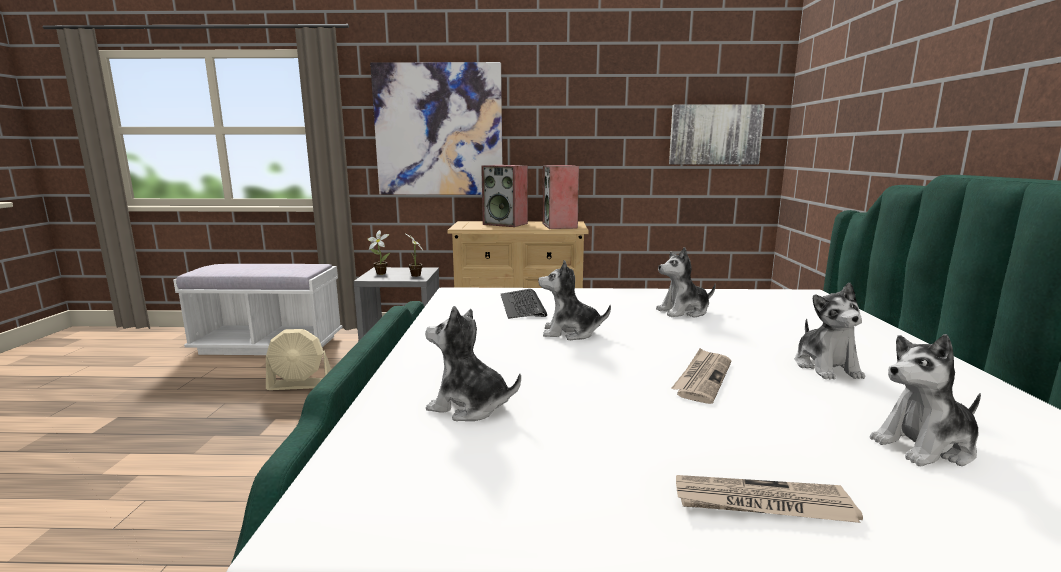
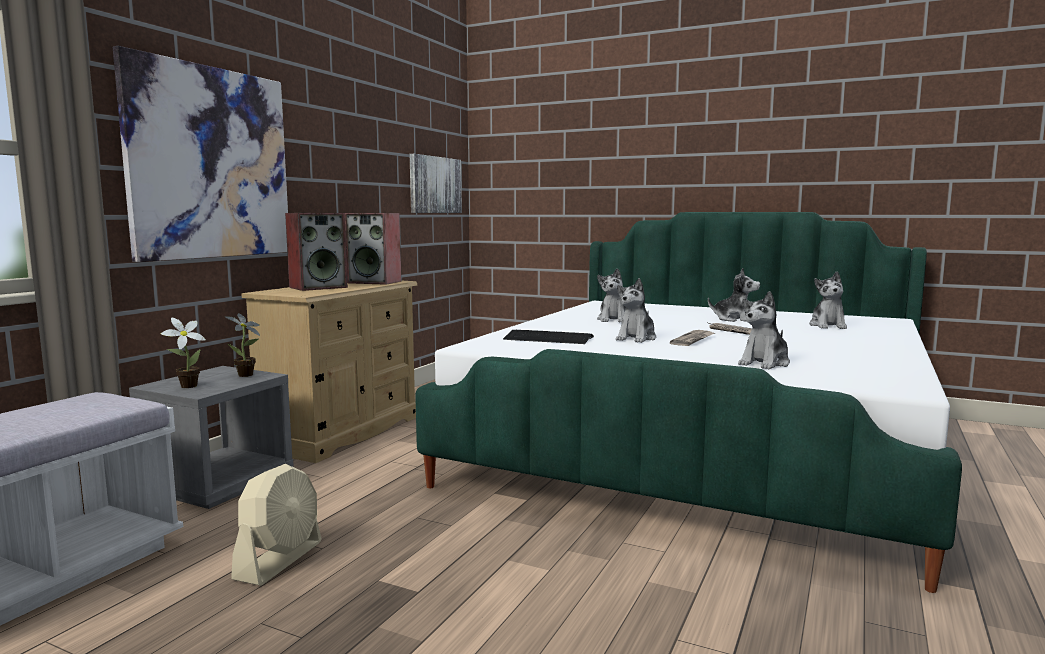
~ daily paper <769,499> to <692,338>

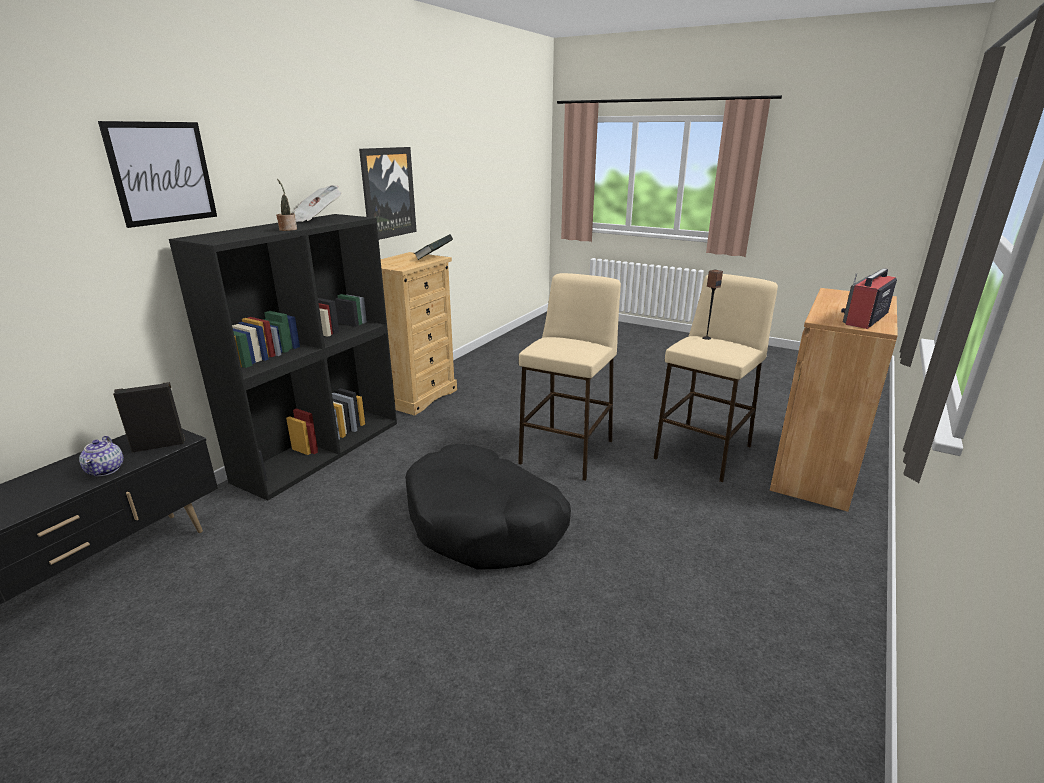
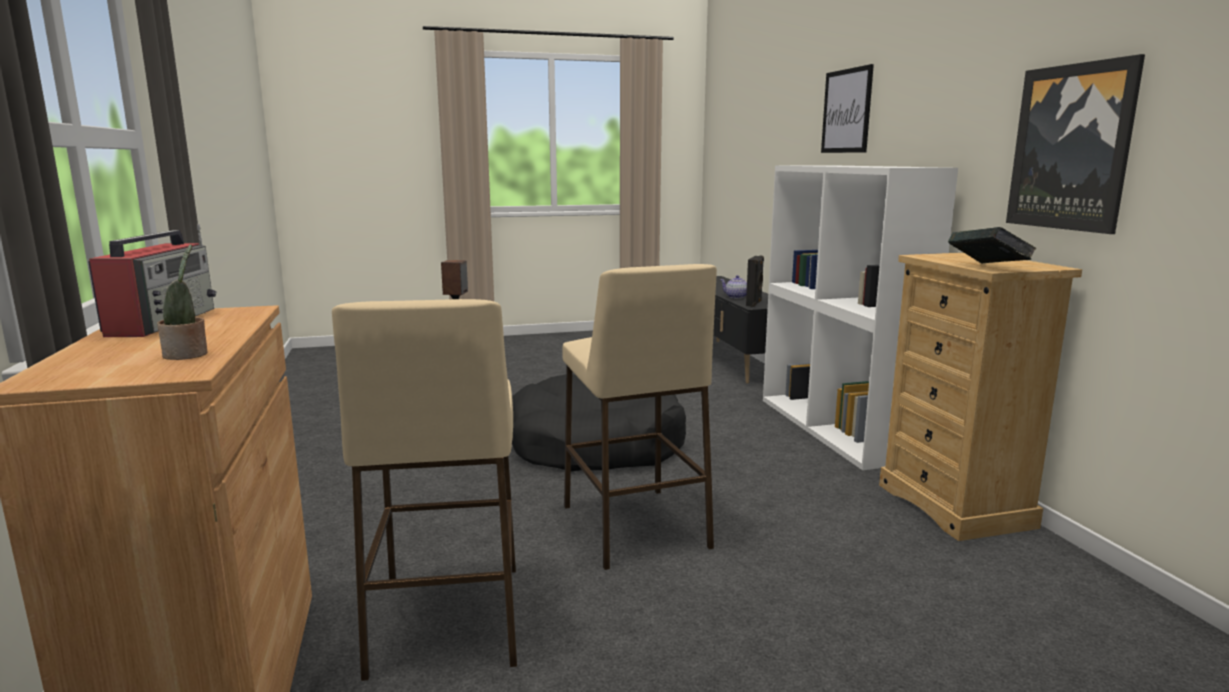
- daily paper <317,203>
~ potted plant <286,205> to <182,302>
~ black shelving unit <283,357> to white shelving unit <860,317>

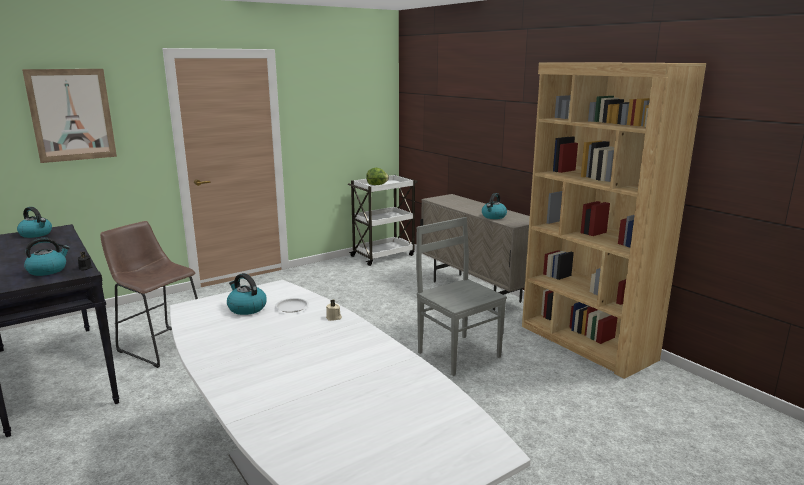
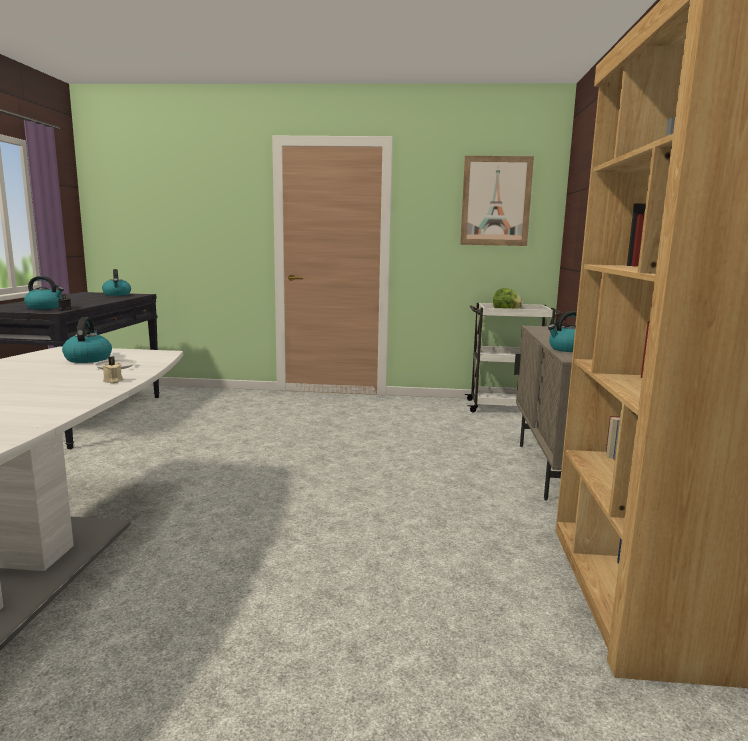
- brown-coloured sitting stool <149,294>
- greyish plain chair <461,296>
~ wall picture <69,116> to <497,201>

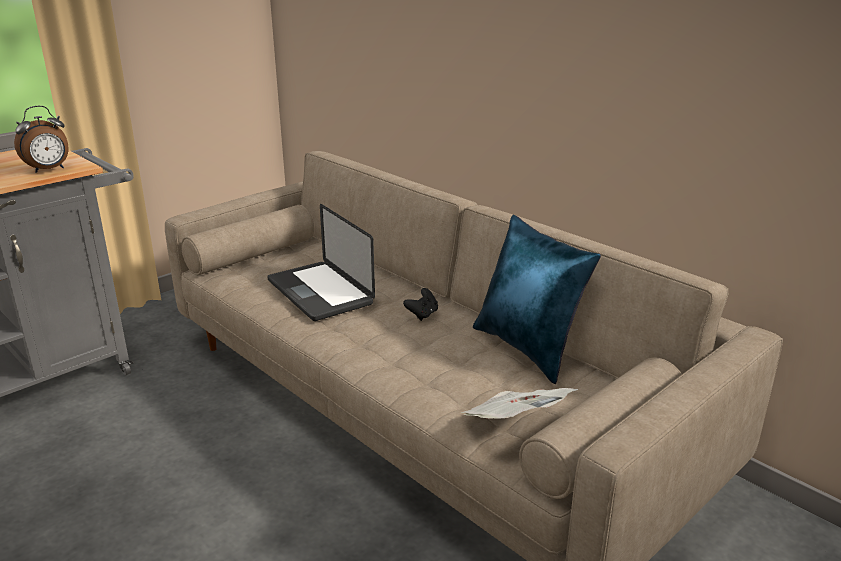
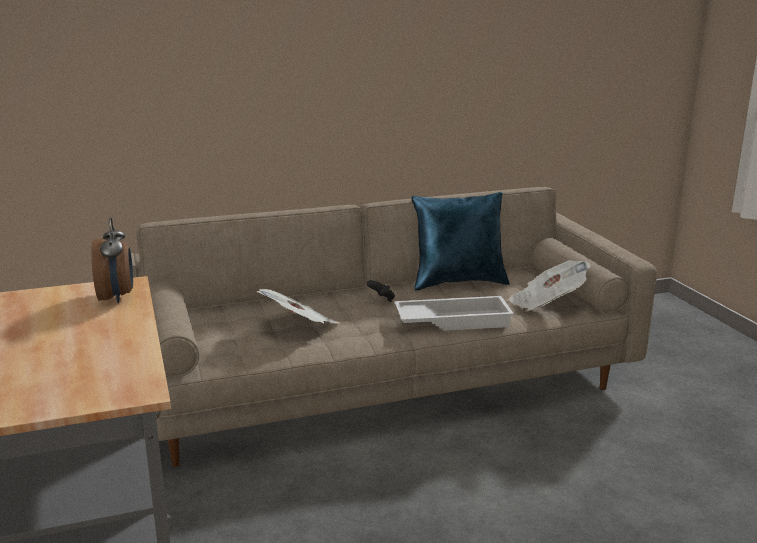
+ white carrying tray <454,313>
~ laptop <321,262> to daily paper <298,306>

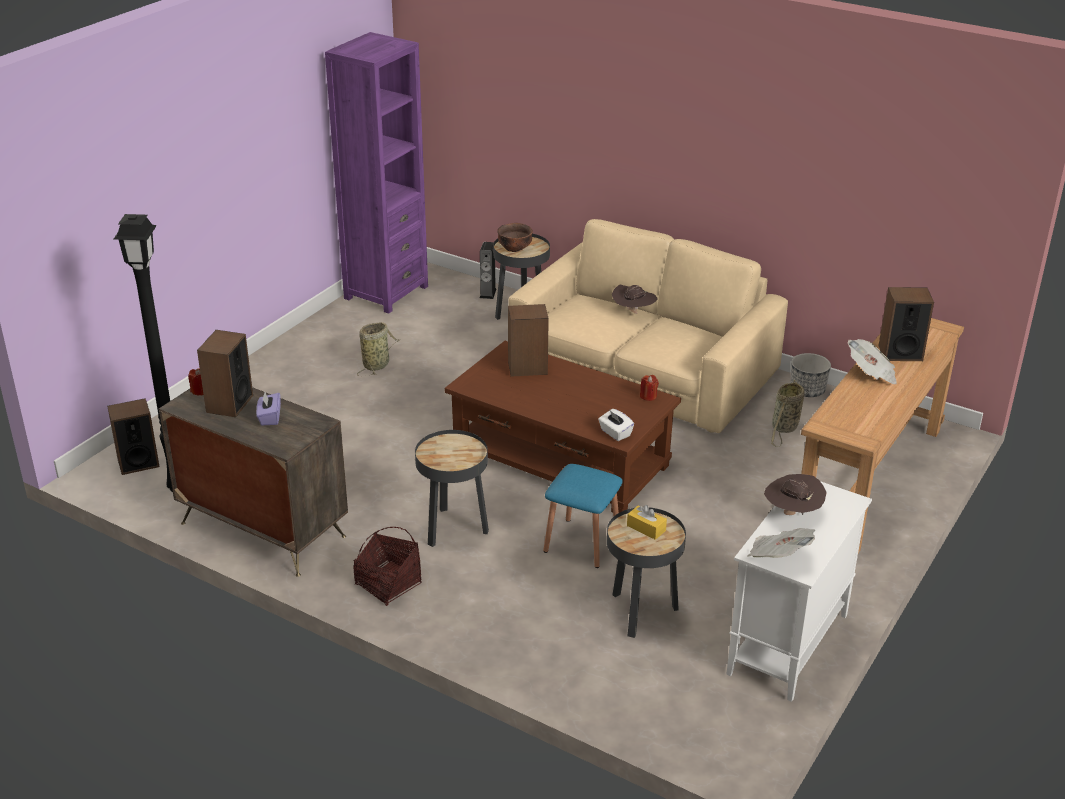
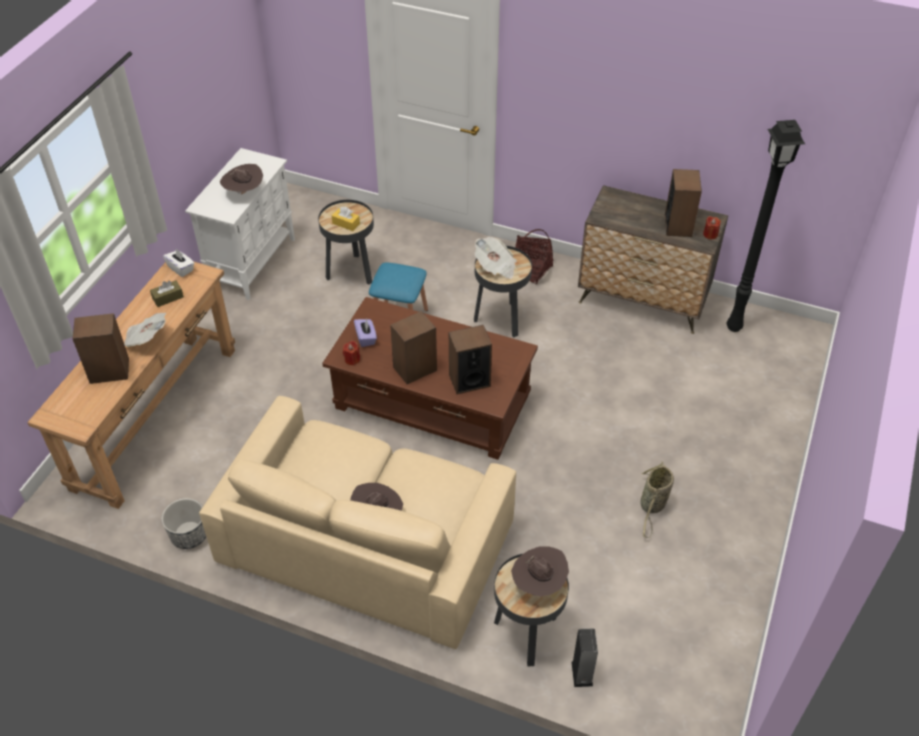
- purple-coloured shelving unit <376,173>
- basket <788,413>
+ brown-coloured tissue holder <167,293>
~ audio speaker <133,436> to <413,347>
~ purple-coloured tissue holder <268,408> to <365,333>
~ white tissue holder <616,425> to <178,263>
~ daily paper <781,543> to <496,258>
~ brown-coloured deep dish <515,237> to brown-coloured clothing hat <540,571>

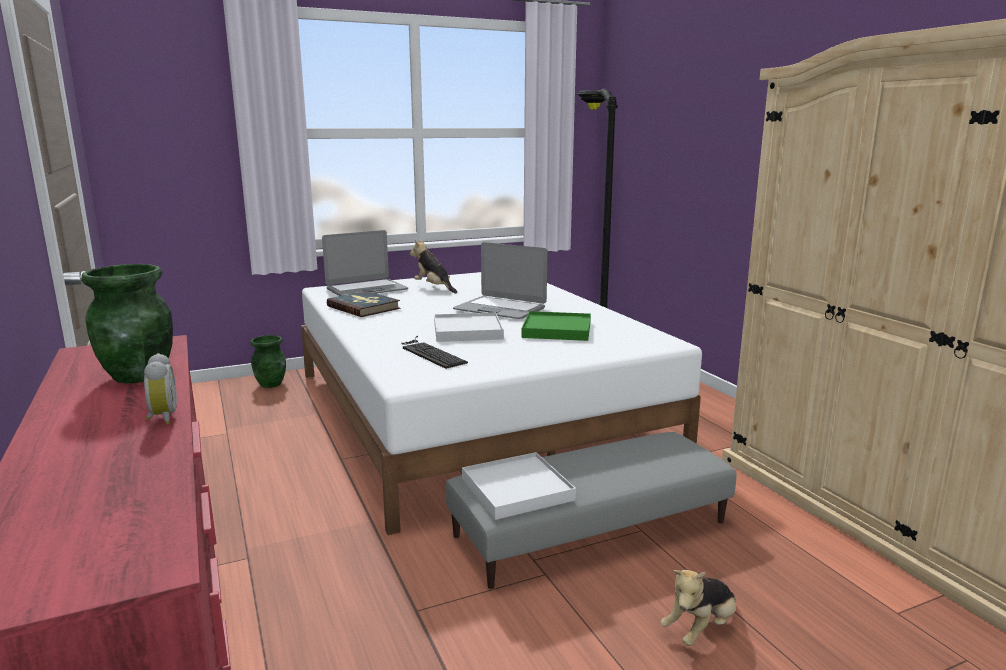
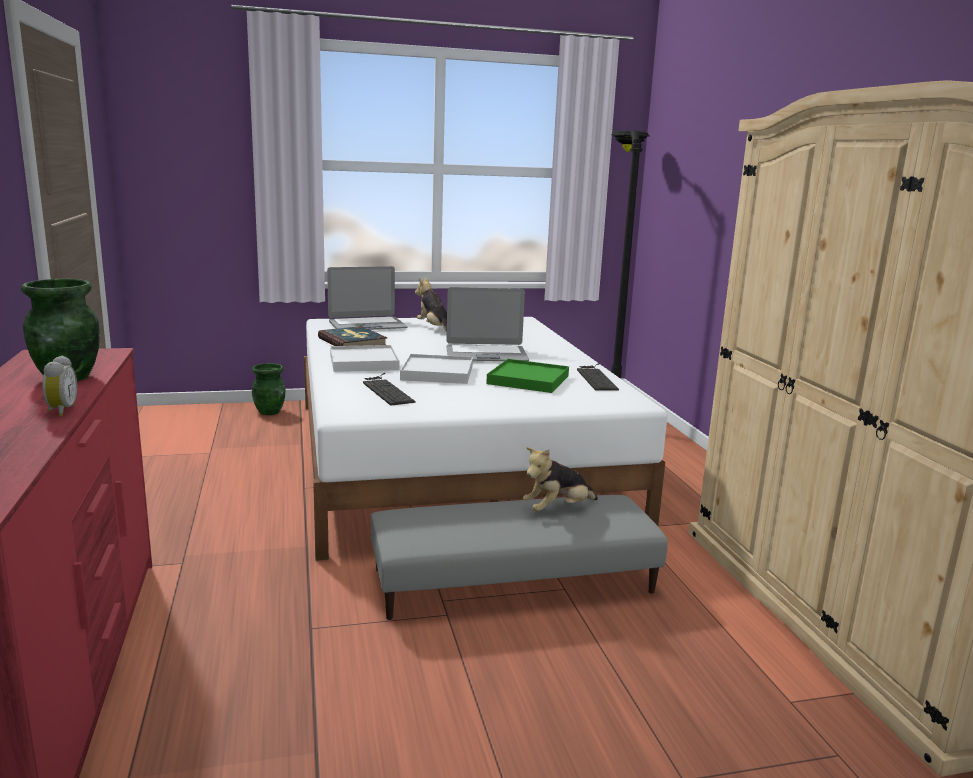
+ keyboard <598,377>
~ white carrying tray <519,486> to <364,358>
~ plush toy <698,608> to <560,479>
~ laptop <500,280> = <487,324> 45 degrees counterclockwise

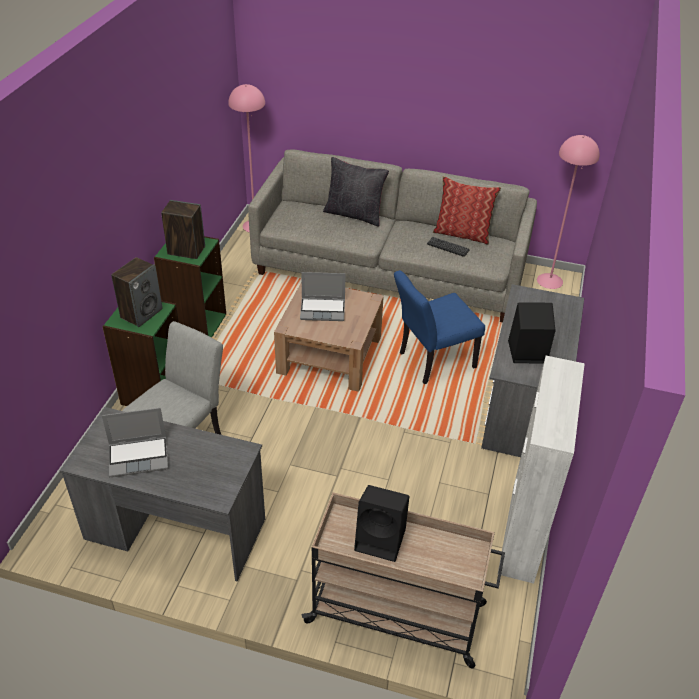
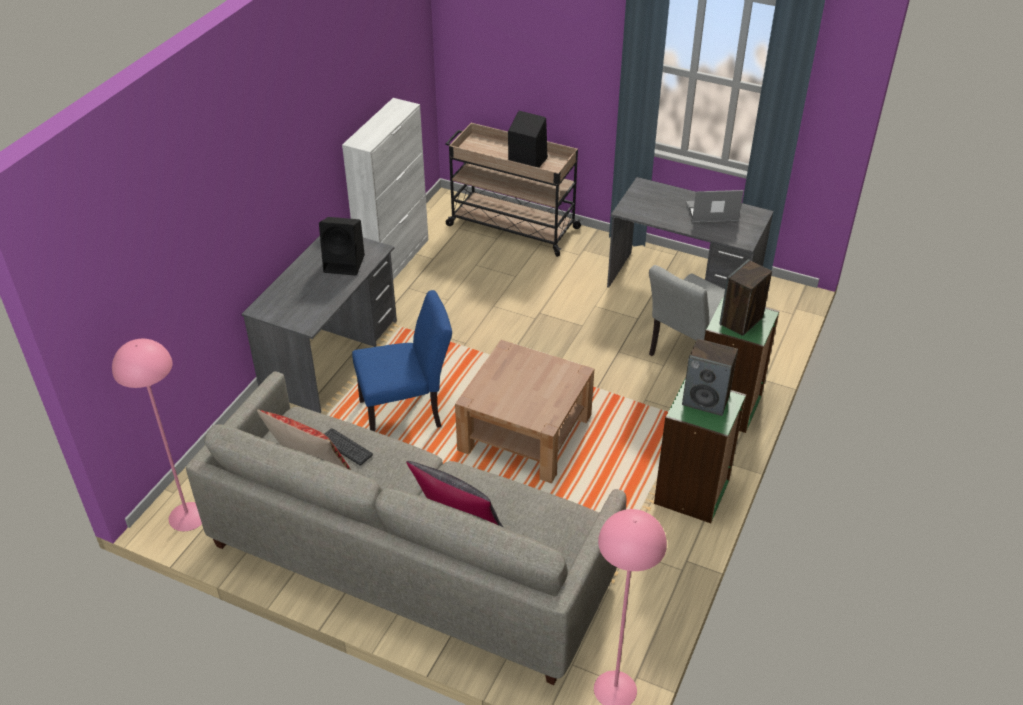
- laptop <323,296>

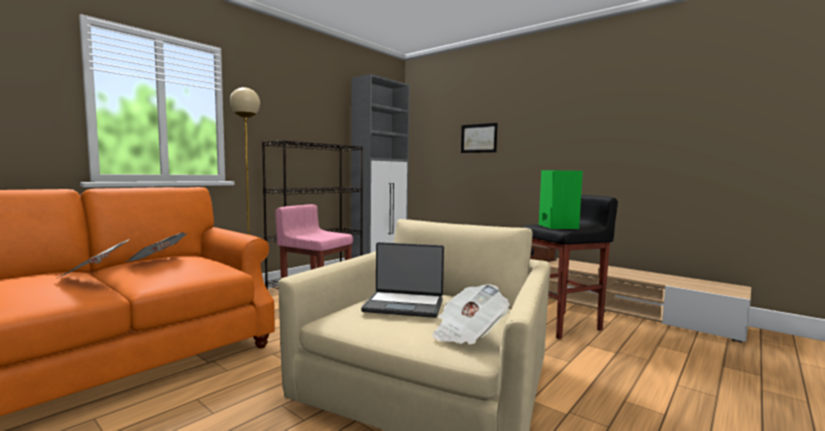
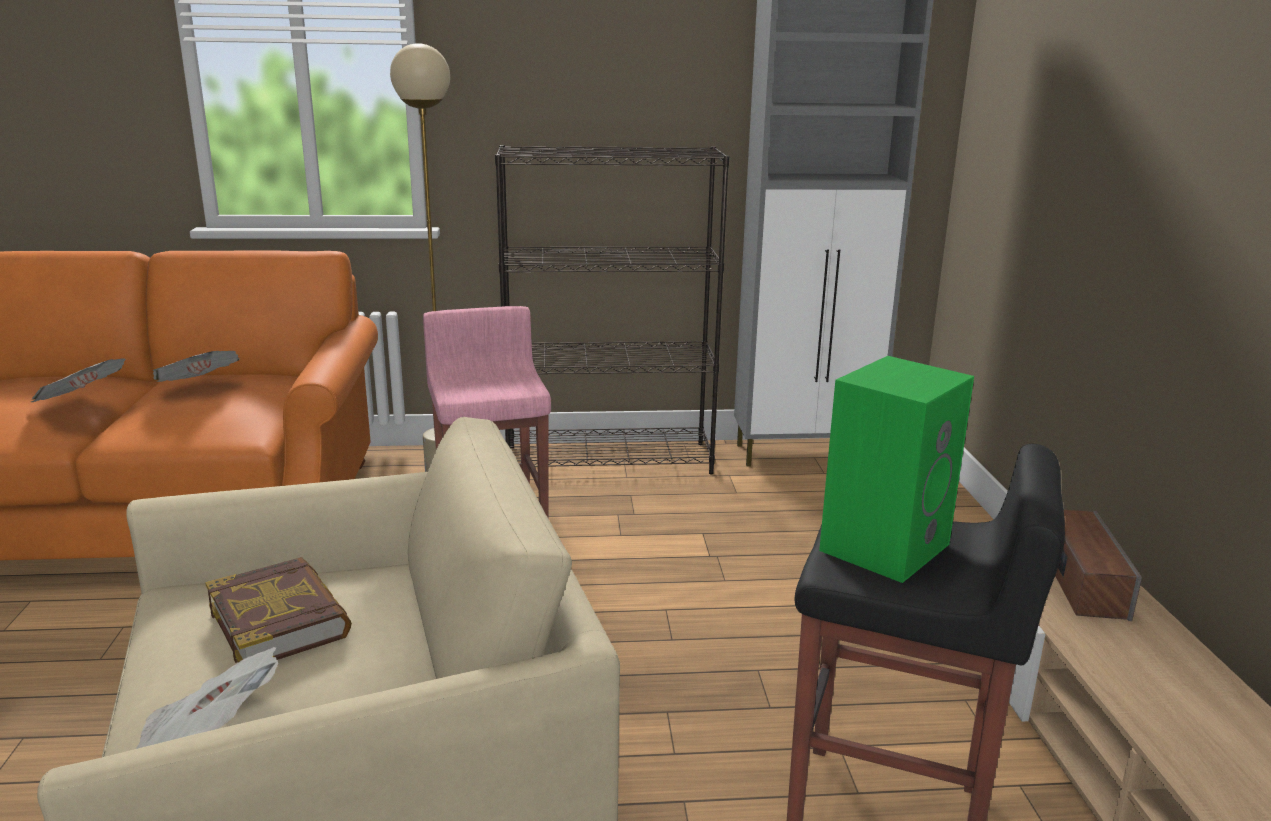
- wall picture <479,138>
~ laptop <402,280> to bound book <278,610>

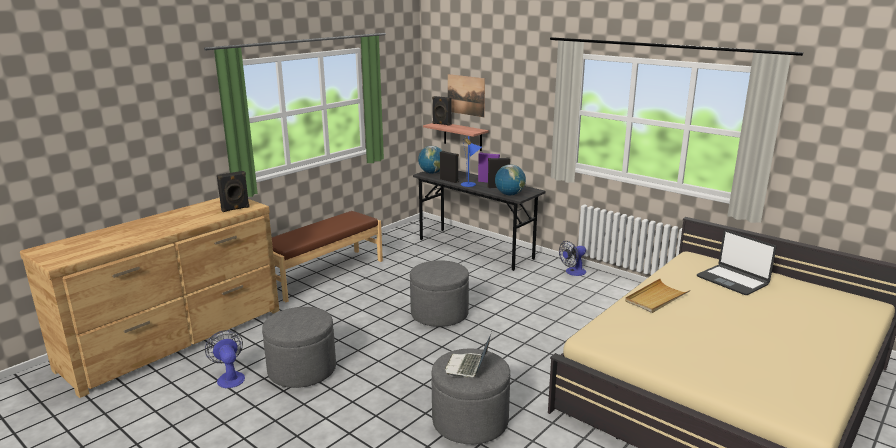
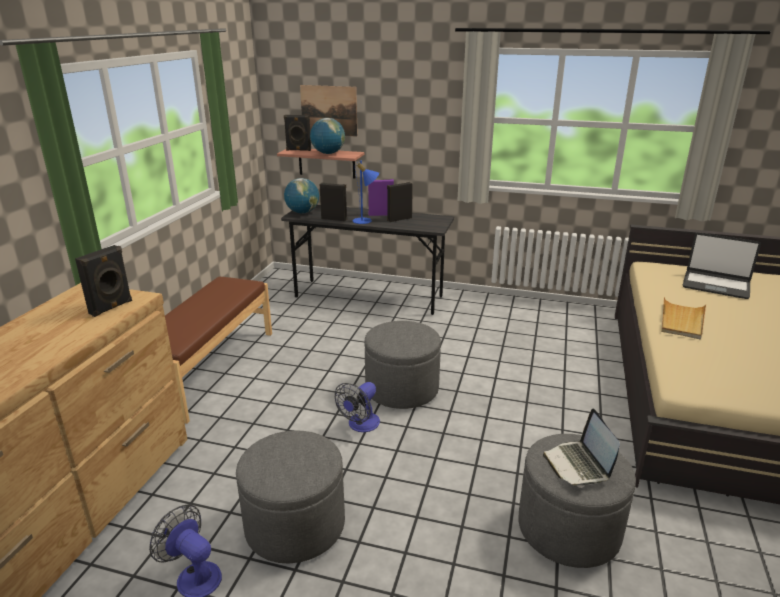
~ globe <510,179> to <327,136>
~ electric fan <572,258> to <357,407>

